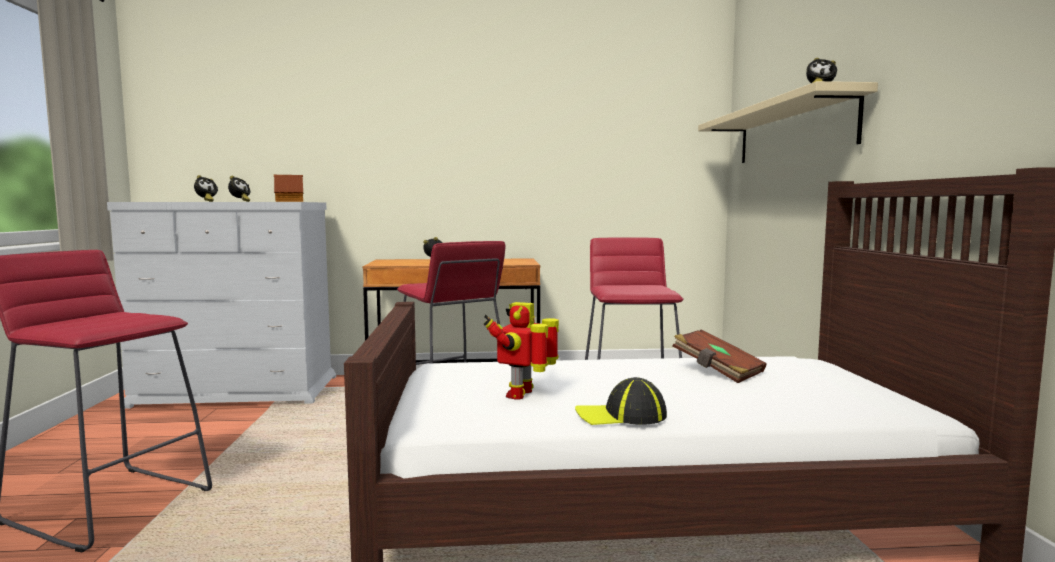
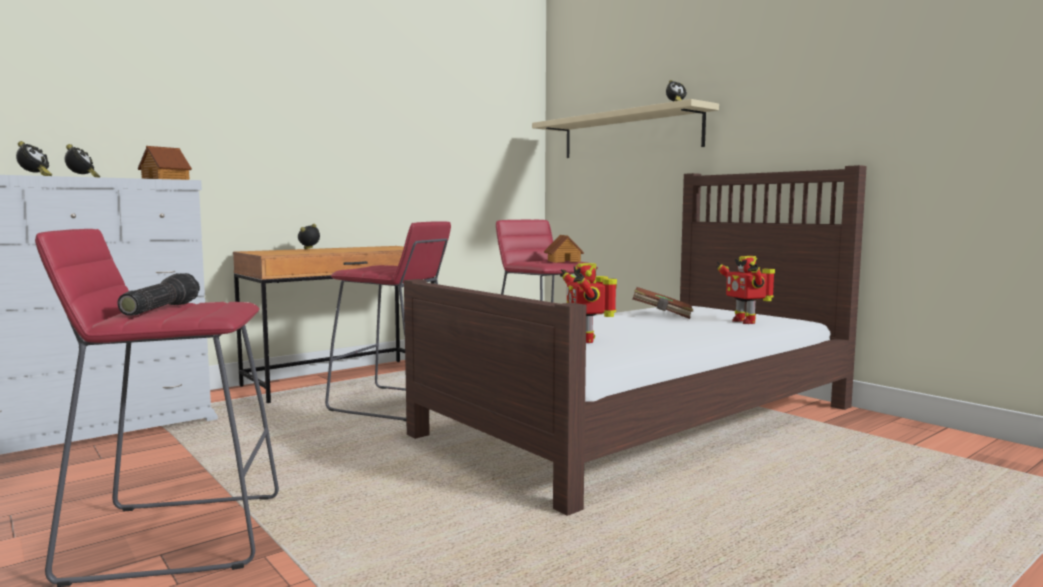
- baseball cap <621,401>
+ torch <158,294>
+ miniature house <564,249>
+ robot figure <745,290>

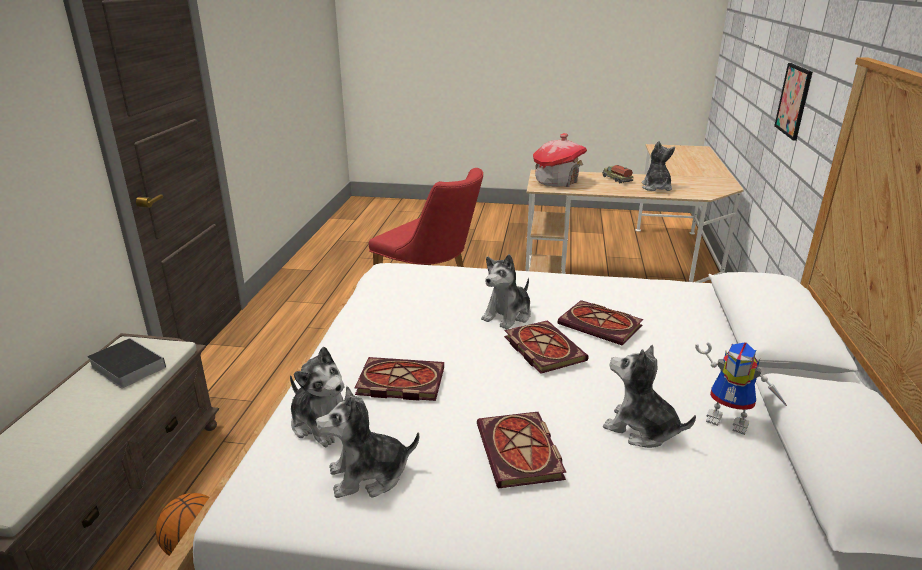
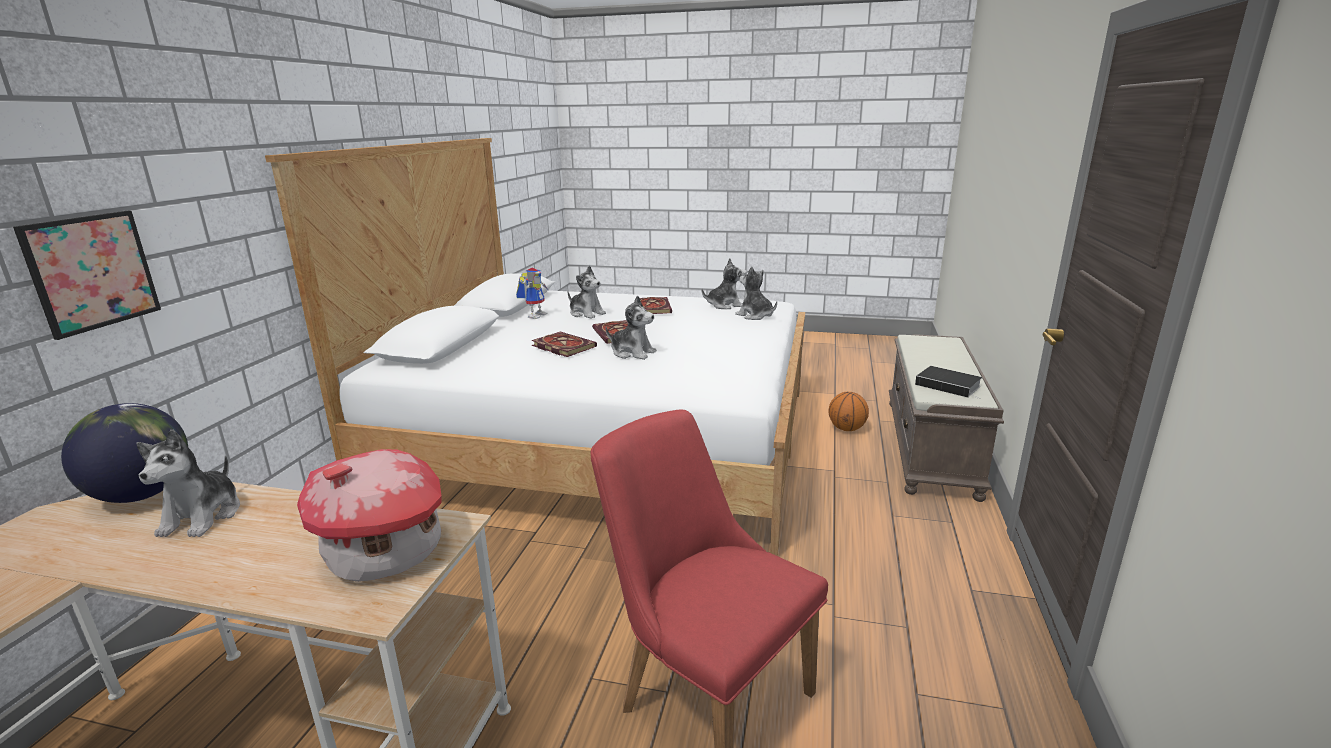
- bound book <399,379>
- model truck <618,174>
+ globe <124,453>
~ plush toy <506,291> = <631,328> 75 degrees clockwise
~ robot figure <741,388> = <532,293> 75 degrees clockwise

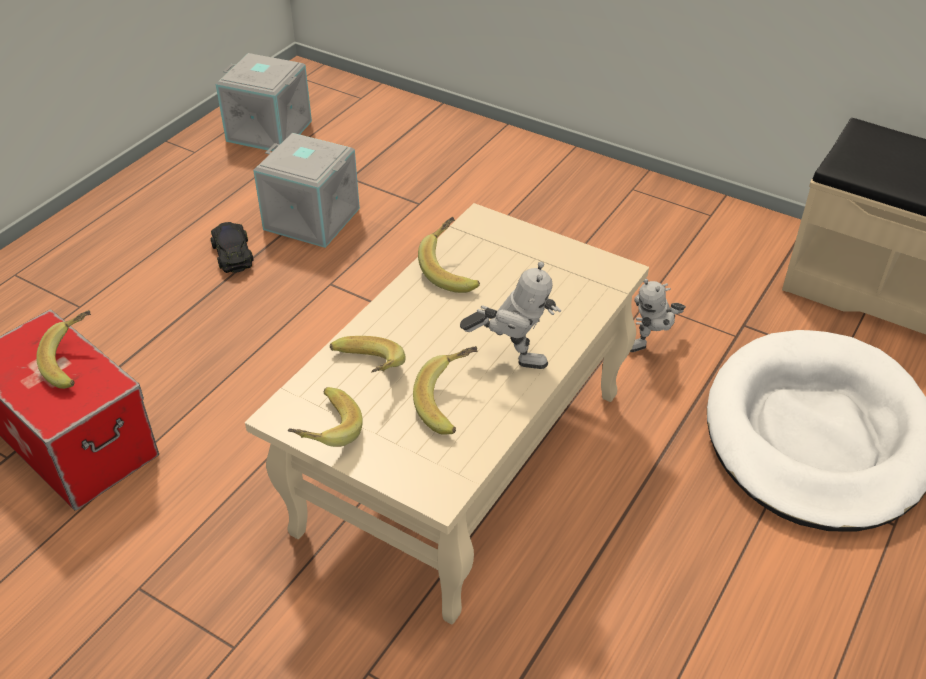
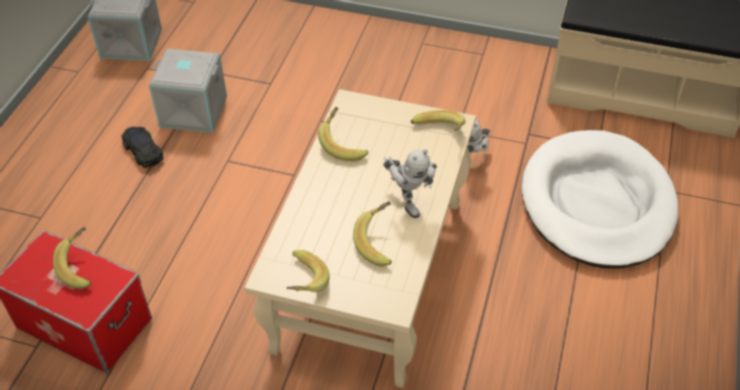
~ banana <368,354> to <438,120>
~ robot figure <510,315> = <410,183> 60 degrees clockwise

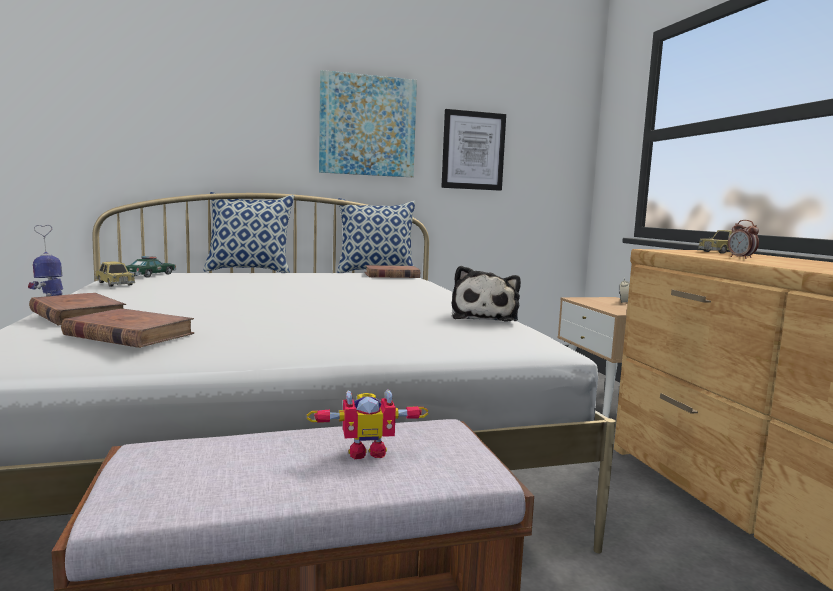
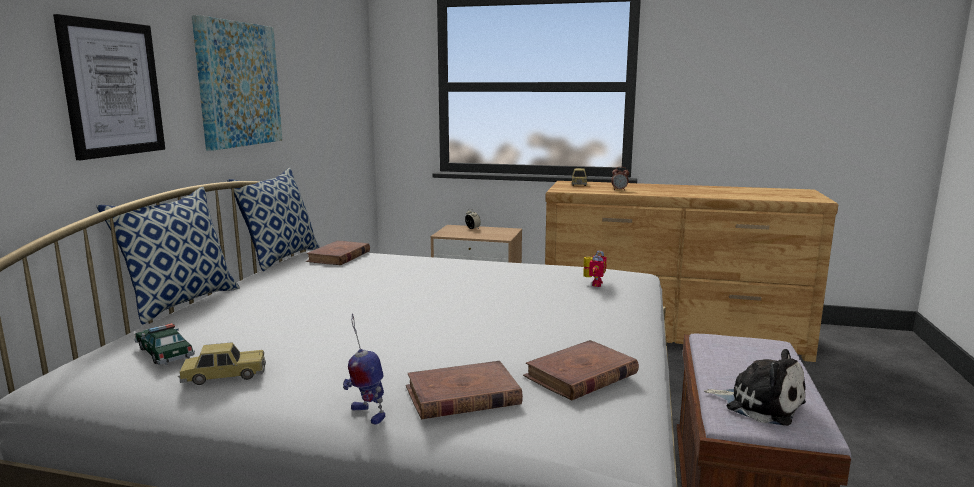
~ robot figure <368,424> to <595,268>
~ wall picture <473,150> to <109,87>
~ plush toy <486,293> to <755,387>

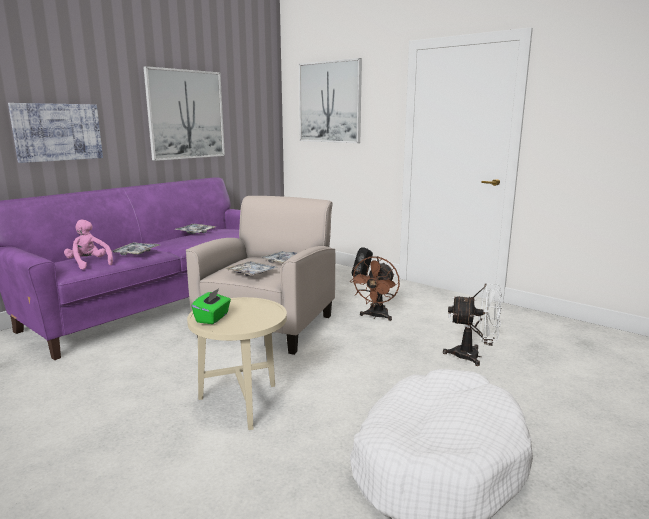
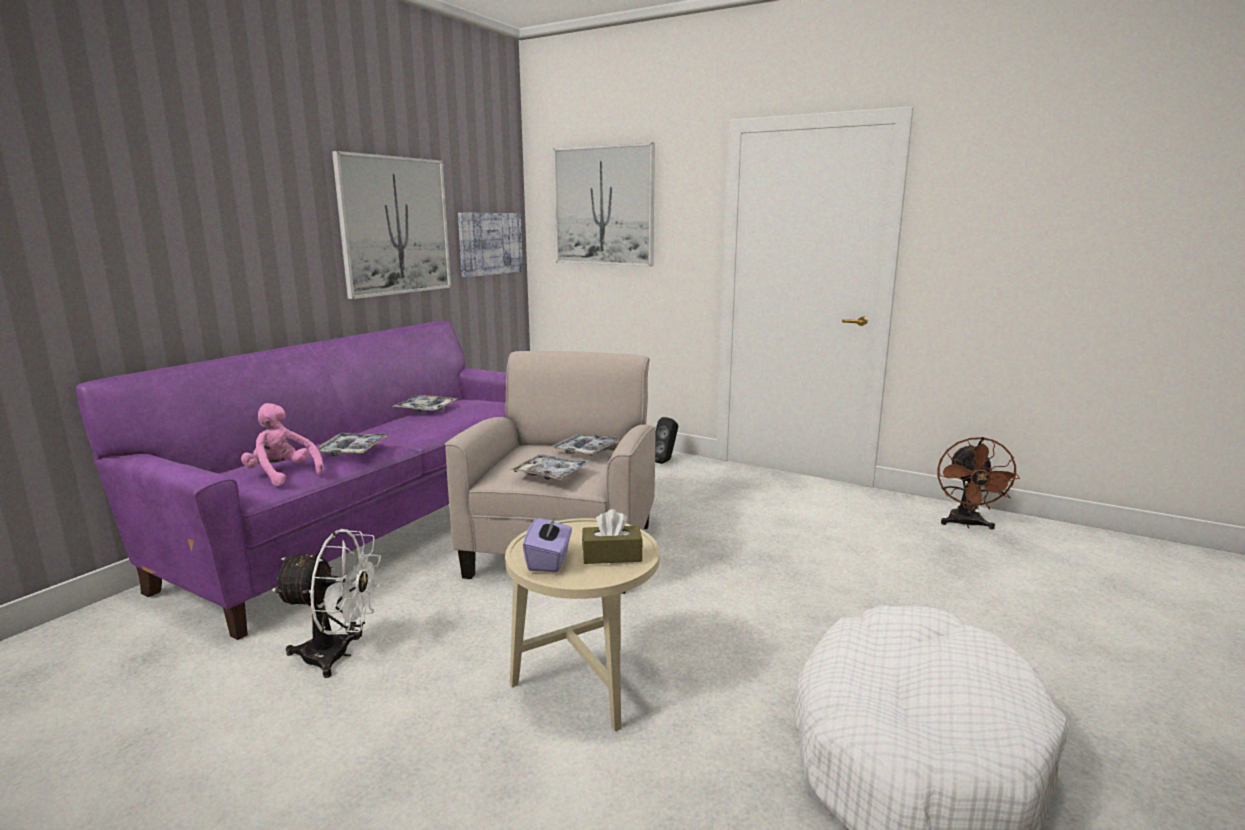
+ brown-coloured tissue holder <612,536>
~ wall picture <55,133> to <490,245>
~ brown-coloured electric fan <375,288> to <978,483>
~ white electric fan <472,324> to <326,603>
~ green tissue holder <211,306> to purple-coloured tissue holder <547,542>

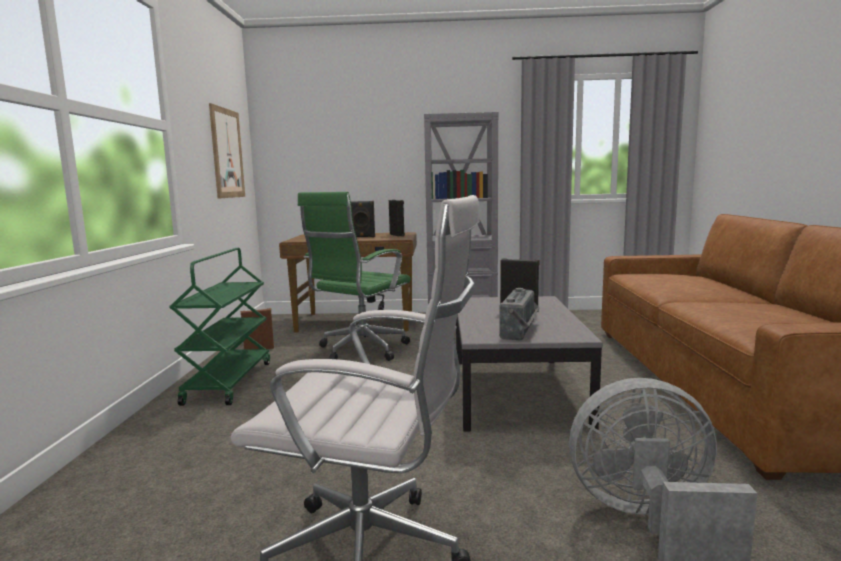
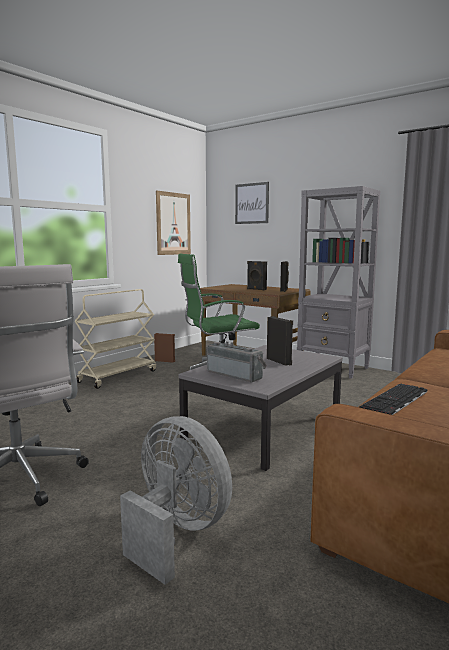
+ wall picture <252,203>
+ keyboard <393,399>
~ green wheeled cart <220,327> to beige wheeled cart <115,339>
~ radio receiver <519,314> = <237,362> 105 degrees counterclockwise

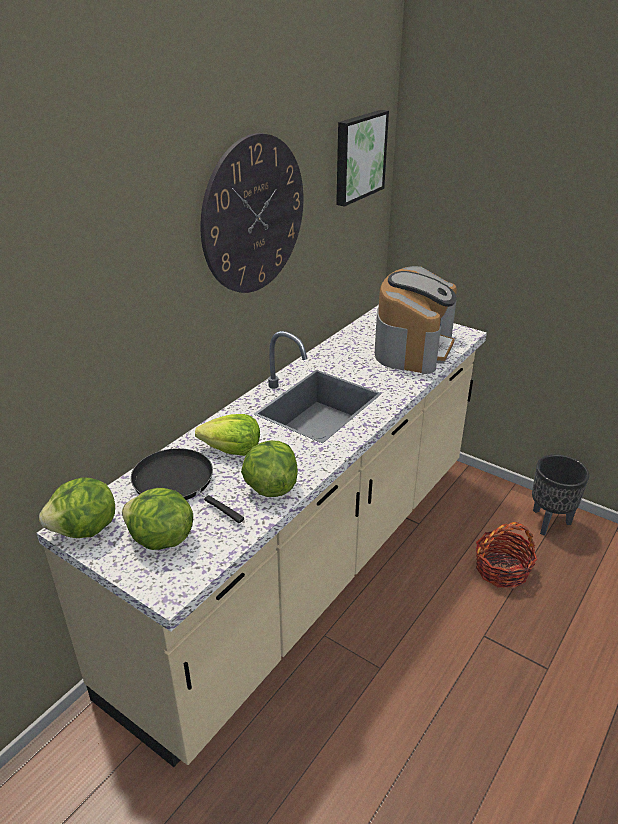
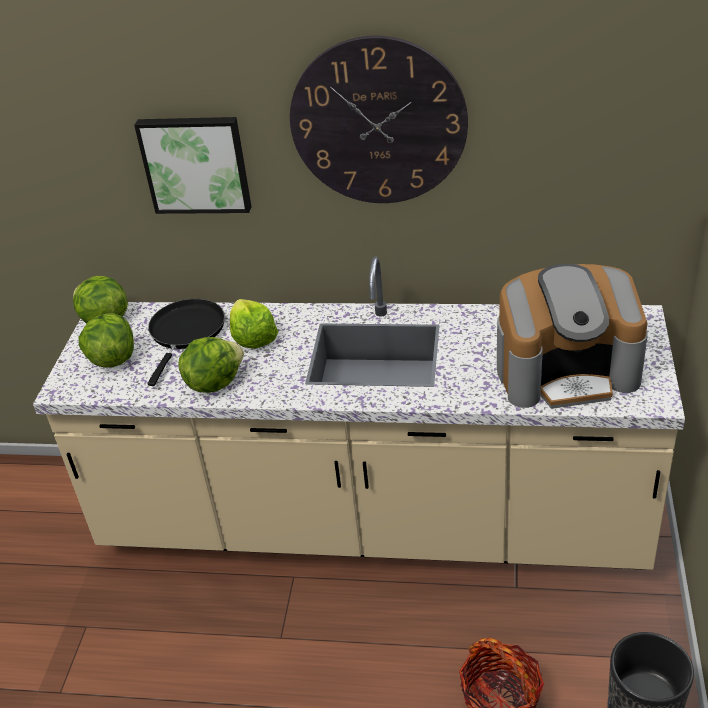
~ wall picture <362,158> to <193,165>

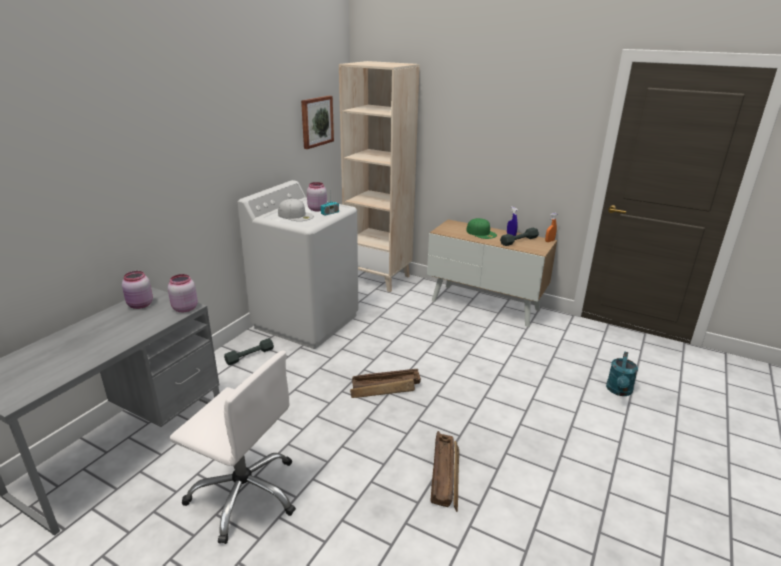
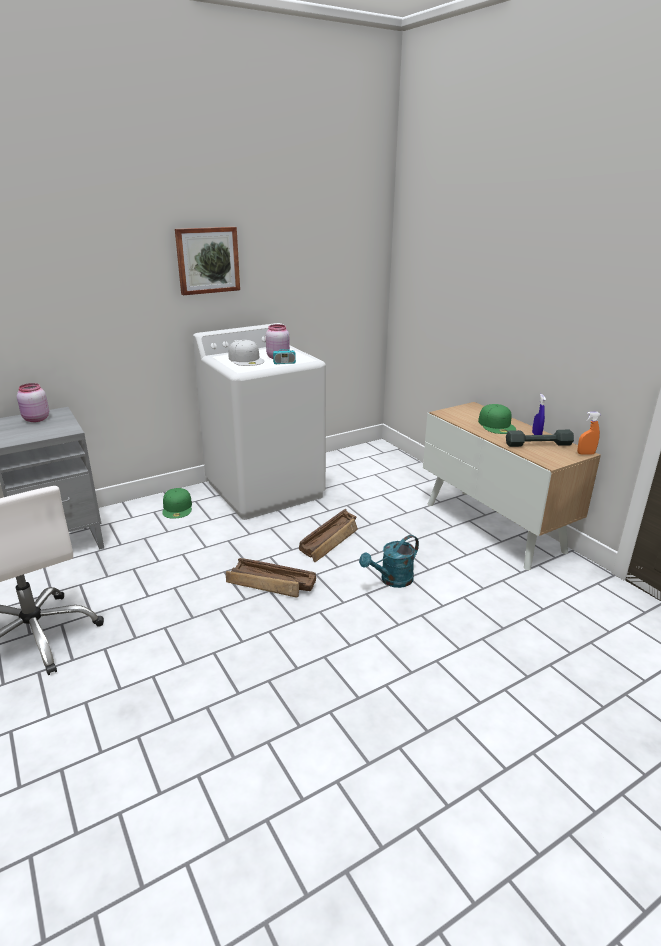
- pinkish storage jar <183,293>
- beige shelving unit <379,176>
~ wall picture <317,122> to <207,261>
~ crate <445,471> to <328,535>
~ blue-green watering can <622,374> to <389,561>
~ greyish dumbbell <249,351> to green baseball cap <177,503>

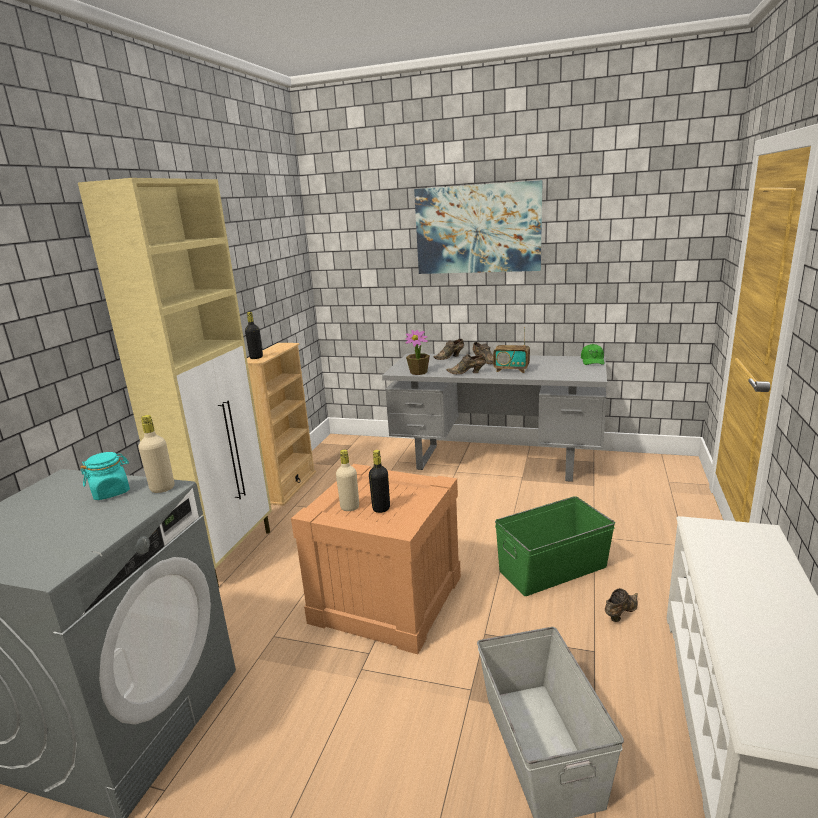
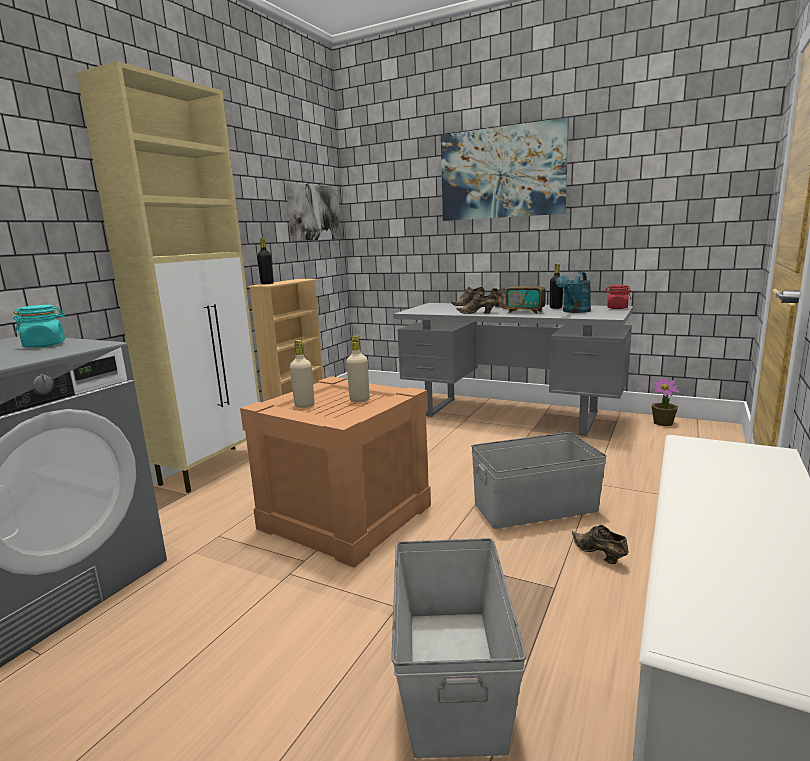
+ wall picture <314,211>
+ blue-green watering can <573,292>
~ beige drink bottle <156,454> to <357,369>
~ black drink bottle <379,481> to <556,286>
~ potted plant <417,352> to <666,402>
~ green baseball cap <592,354> to reddish storage jar <618,297>
~ green storage bin <555,546> to greyish storage bin <539,480>
~ brown-coloured low shoe <621,605> = <600,544> 90 degrees counterclockwise

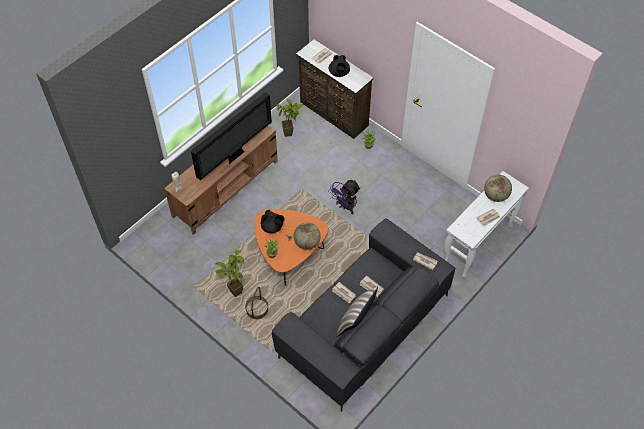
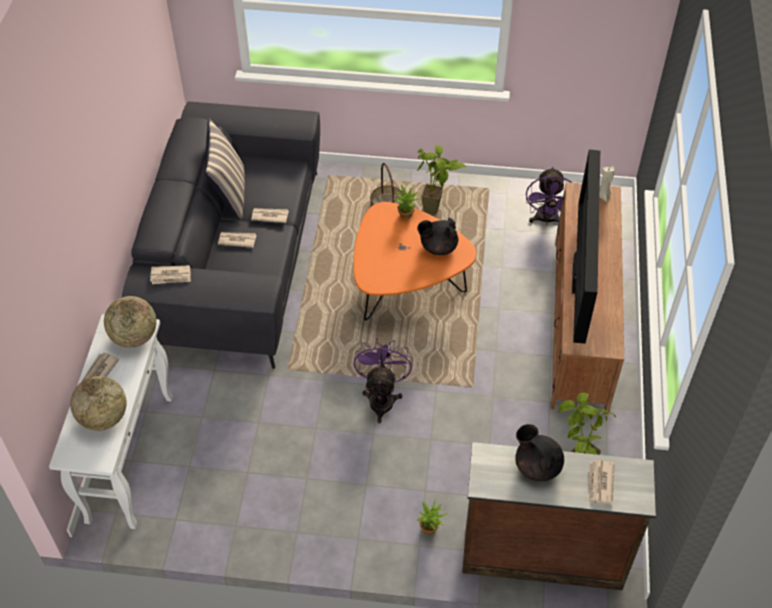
+ purple-coloured electric fan <549,196>
~ globe <307,236> to <130,322>

